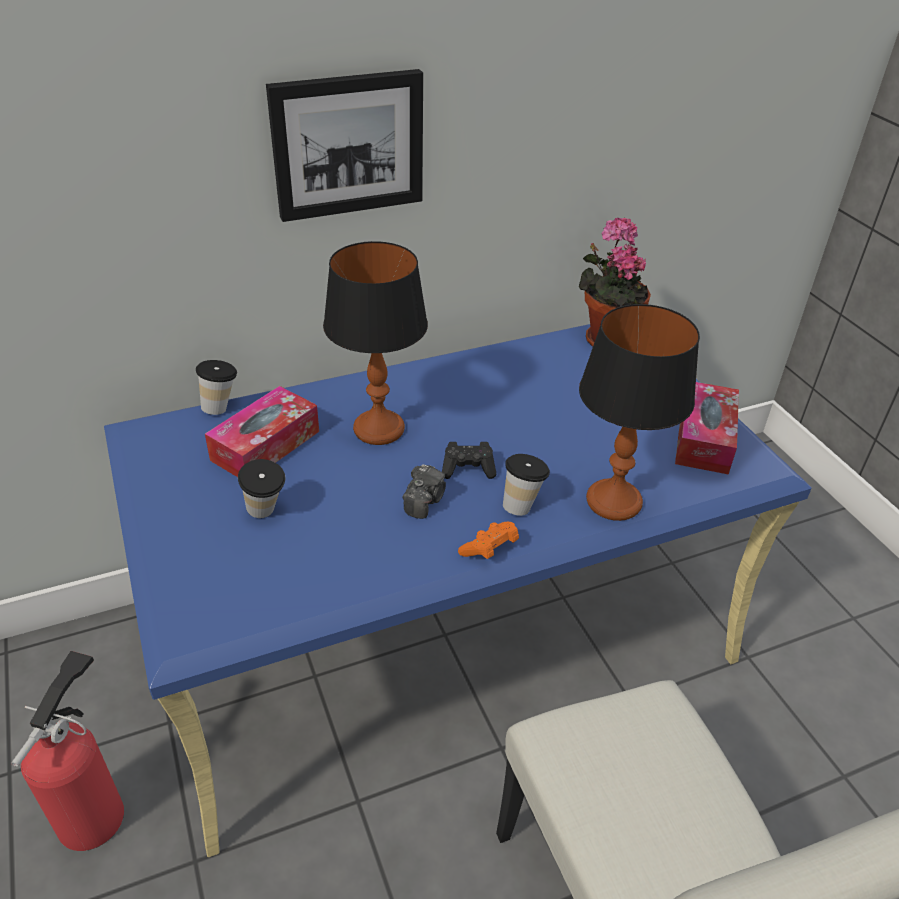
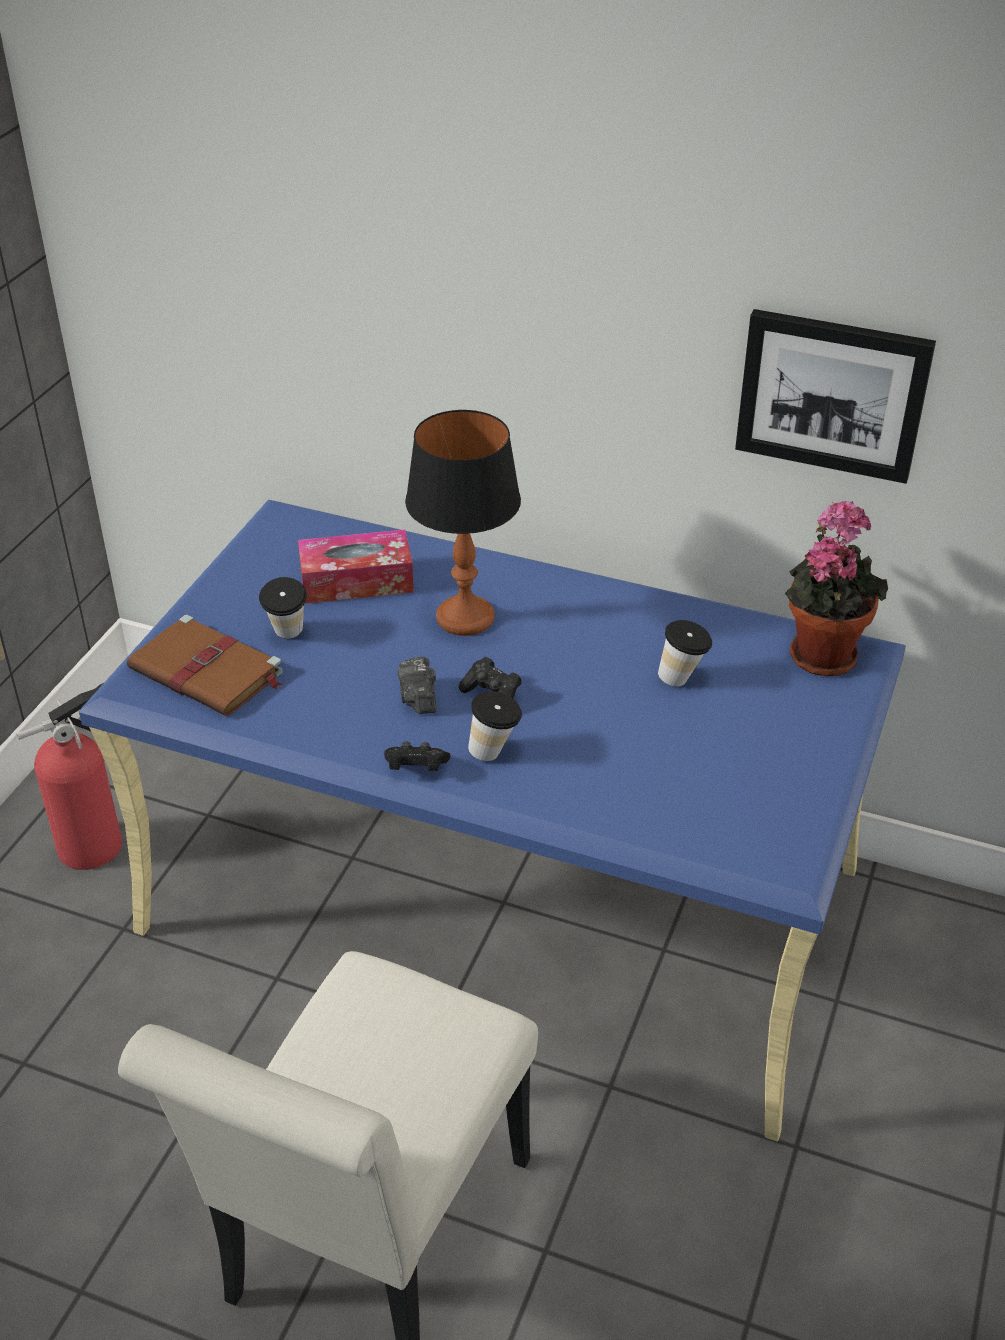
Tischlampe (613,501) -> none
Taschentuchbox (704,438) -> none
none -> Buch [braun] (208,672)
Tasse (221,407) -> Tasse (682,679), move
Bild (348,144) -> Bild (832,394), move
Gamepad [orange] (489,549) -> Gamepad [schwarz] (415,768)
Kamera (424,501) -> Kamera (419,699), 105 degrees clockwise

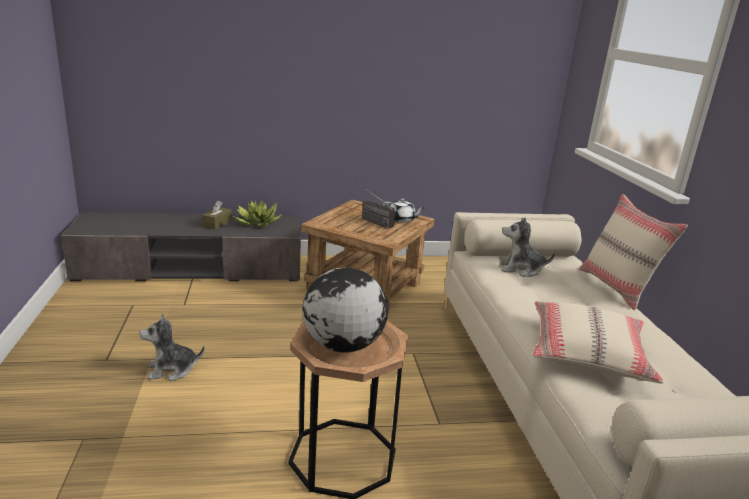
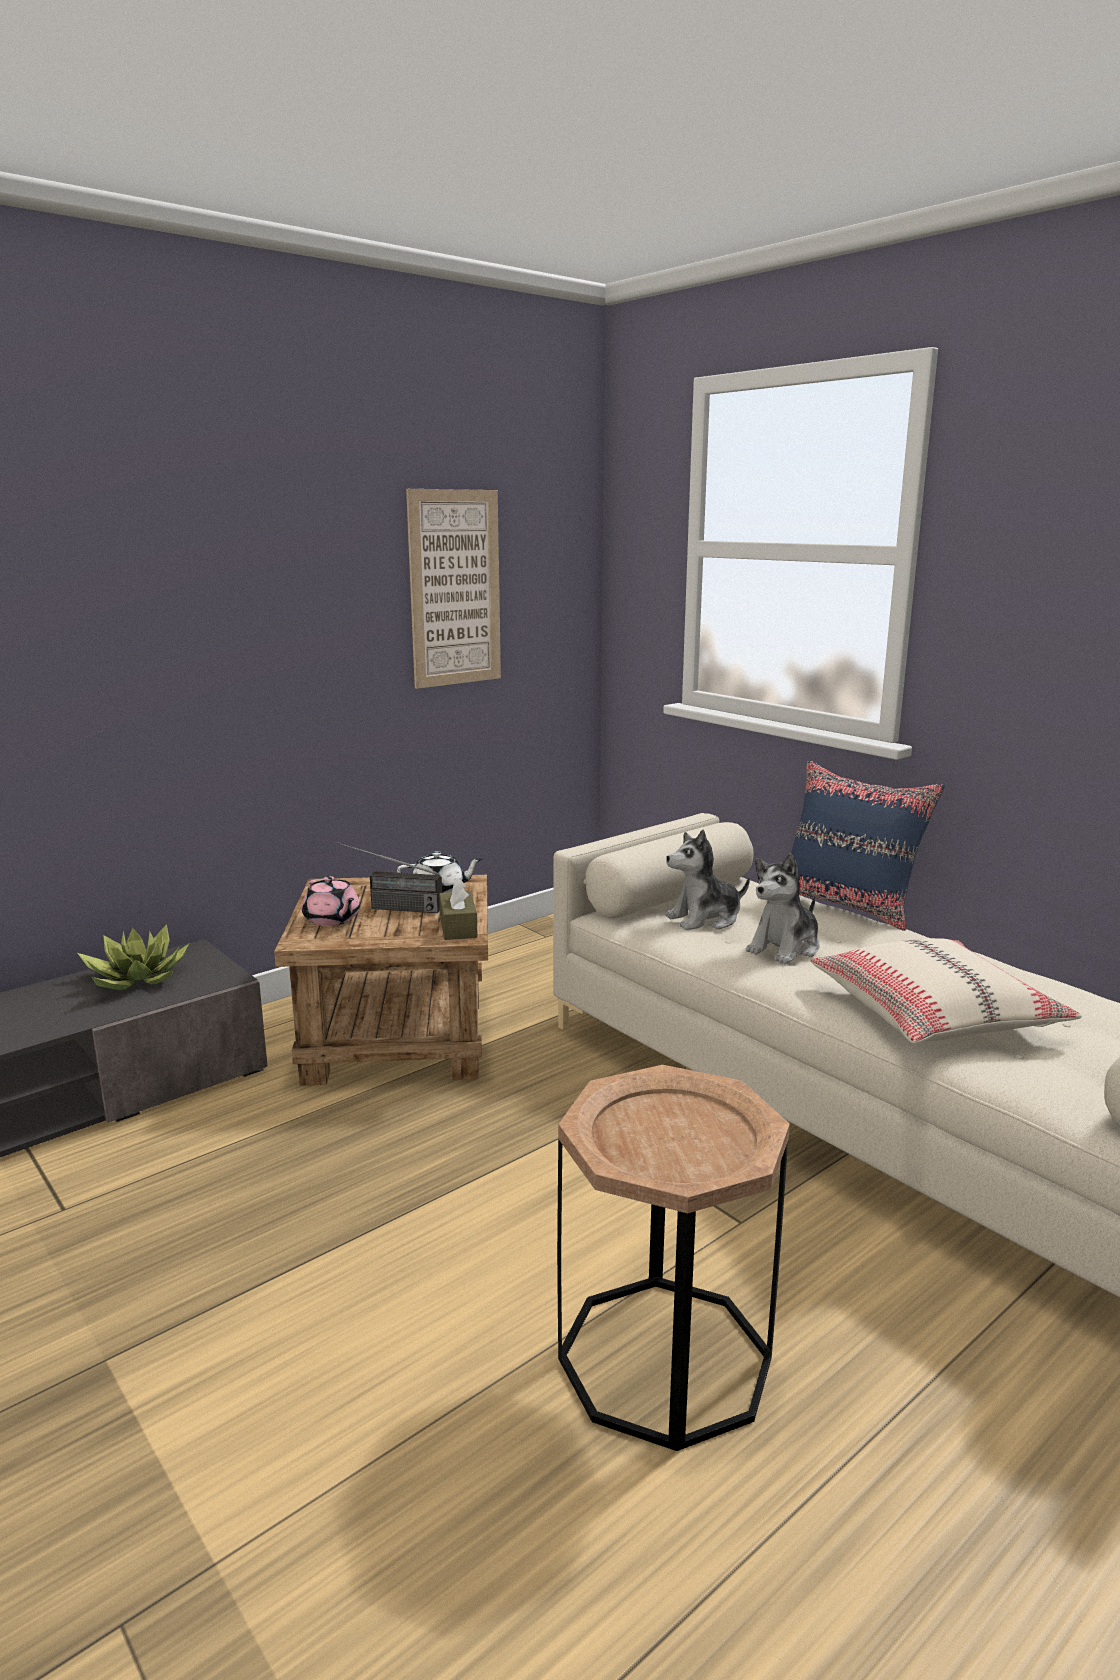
Globus (342,345) -> none
none -> Teekanne [rosa] (332,919)
none -> Bild (455,588)
Plüschtier (171,370) -> Plüschtier (785,948), move
Taschentuchbox [braun] (217,223) -> Taschentuchbox [braun] (458,927), move
Kissen [beige] (617,288) -> Kissen [blau] (848,905)

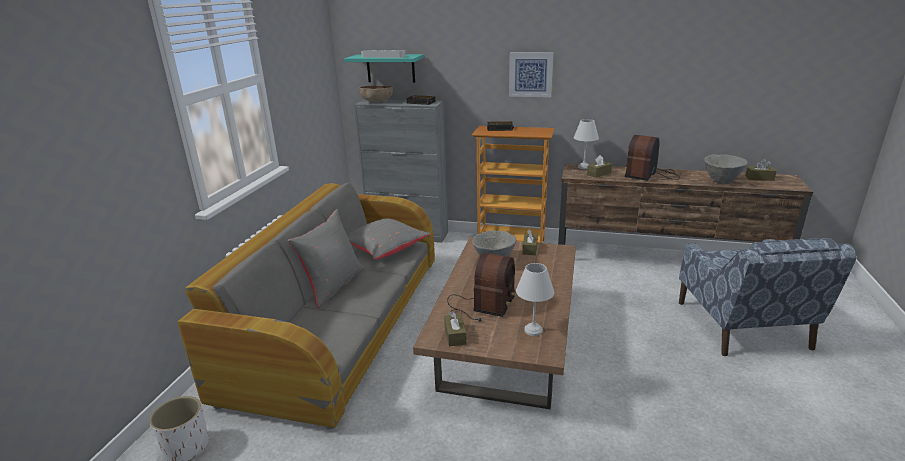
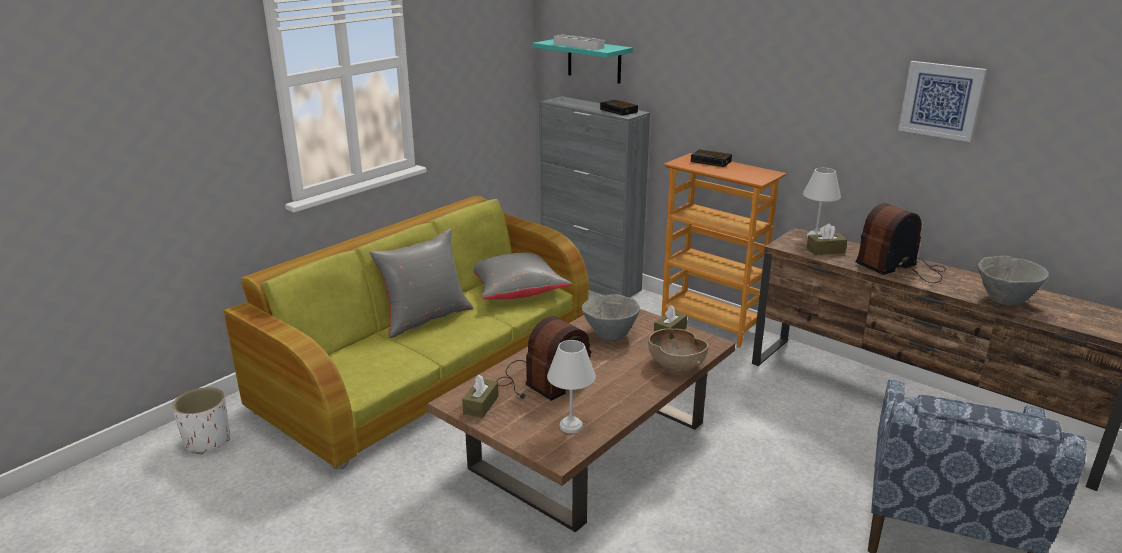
Taschentuchbox [braun] (759,178) -> none
Schüssel [braun] (376,102) -> Schüssel [braun] (675,365), move
Bild (530,74) -> Bild (941,100), move
Sofa [grau] (340,324) -> Sofa [grün] (430,366)

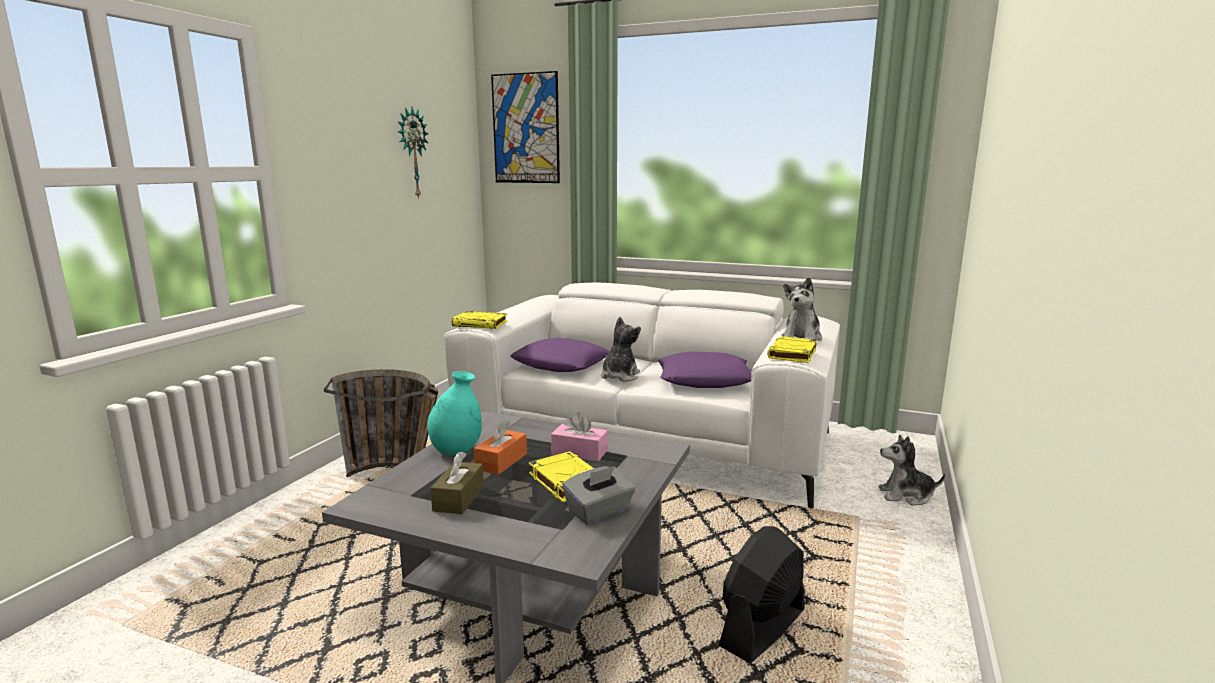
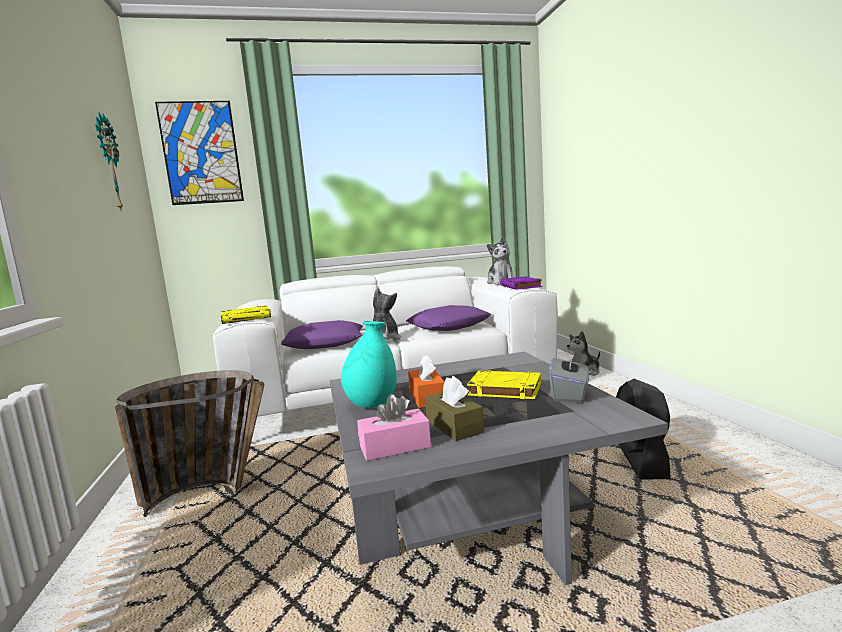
Taschentuchbox [rosa] (579,452) -> Taschentuchbox [rosa] (395,447), move
Buch [gelb] (792,354) -> Buch [lila] (521,286)

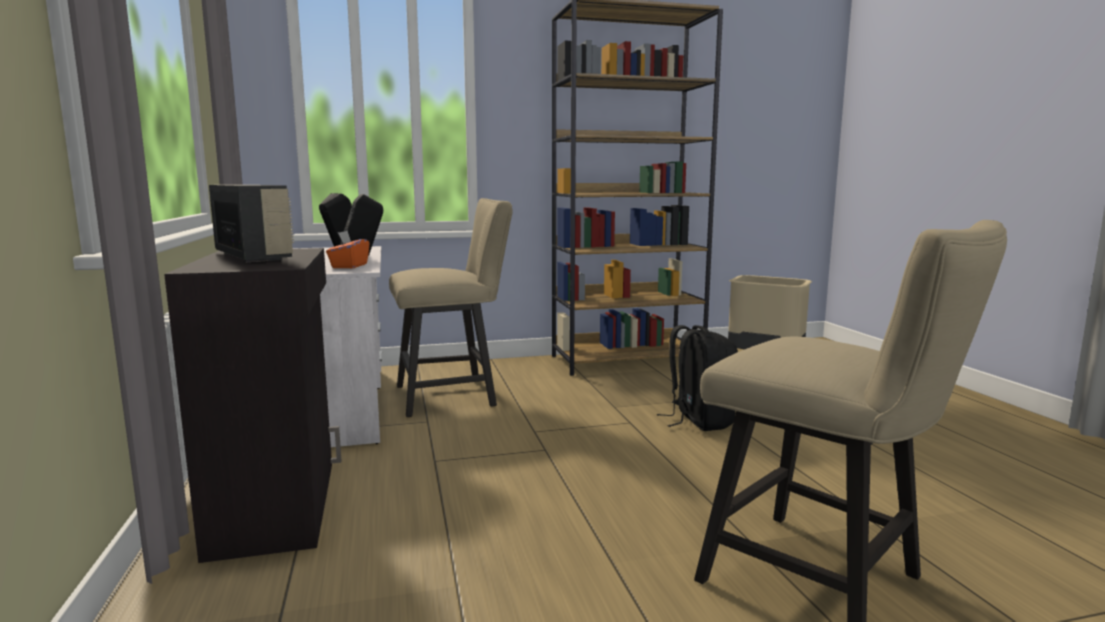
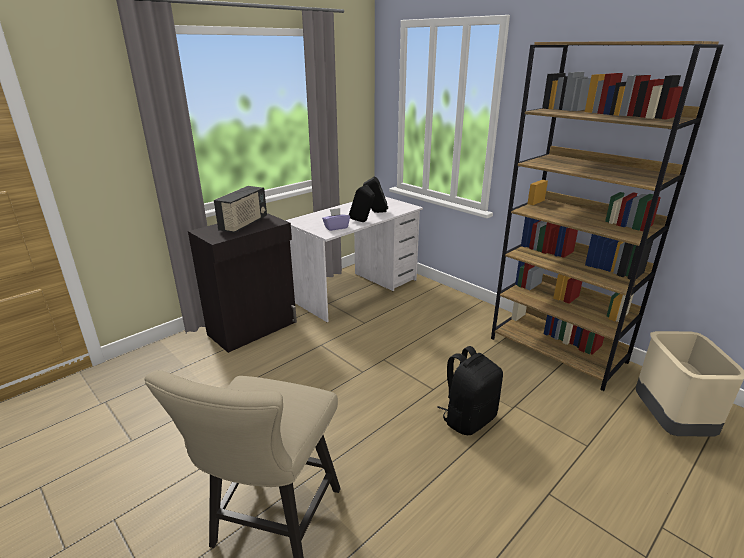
Stuhl [beige] (454,396) -> none
Taschentuchbox [orange] (349,266) -> Taschentuchbox [lila] (336,227)

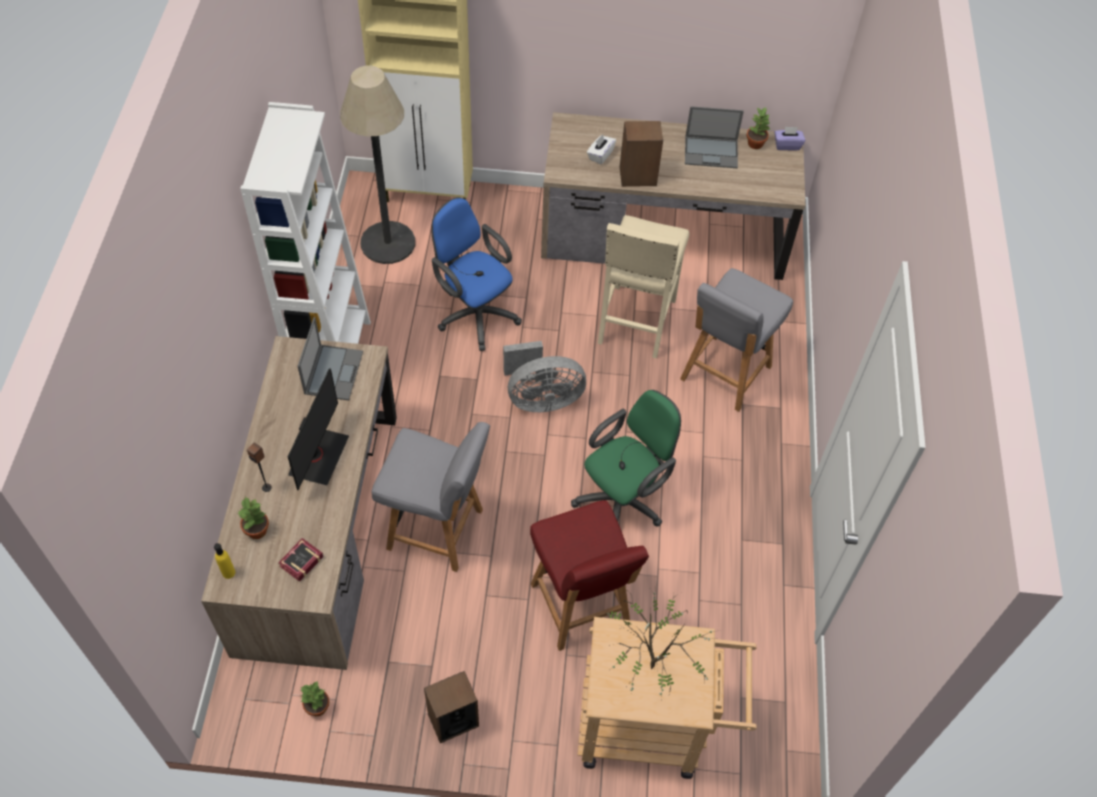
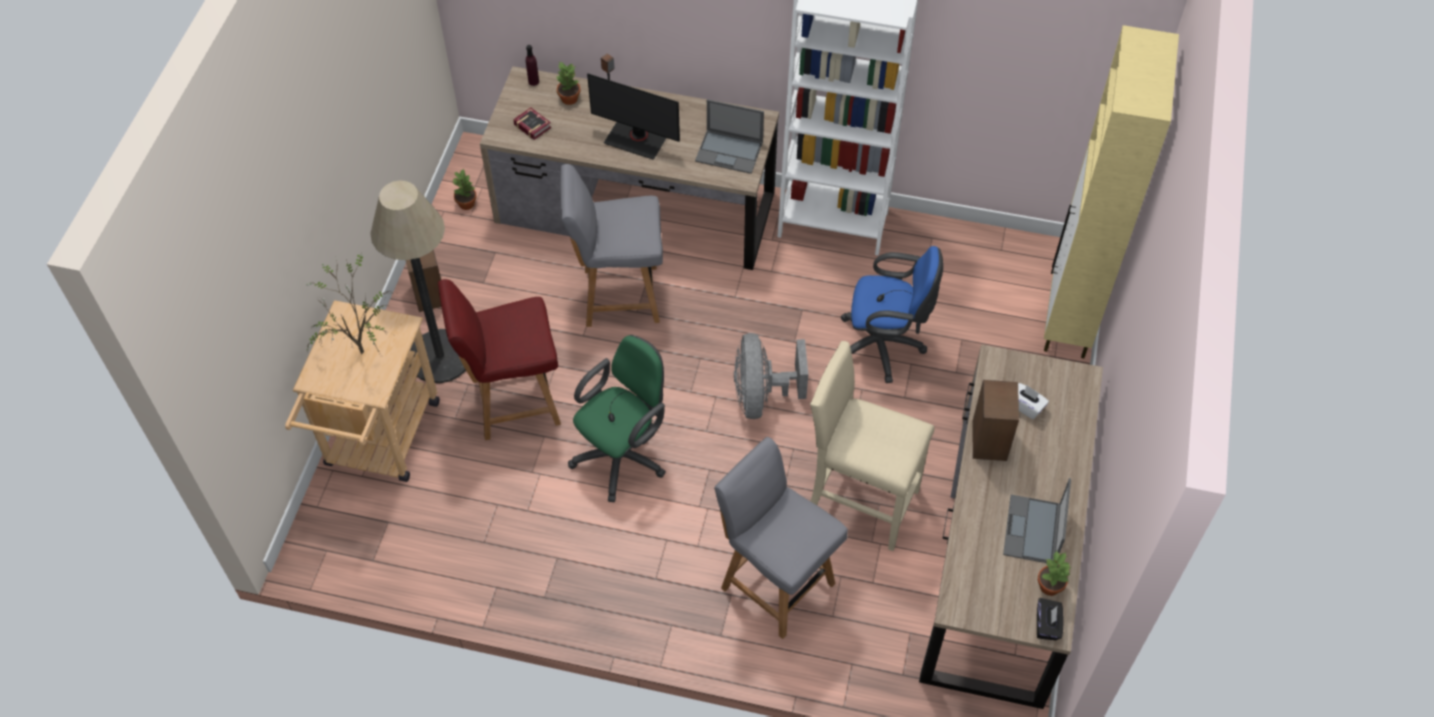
Stehlampe (387,243) -> Stehlampe (440,356), move
Flasche [gelb] (228,572) -> Flasche [lila] (533,81)
Taschentuchbox [lila] (787,145) -> Taschentuchbox [schwarz] (1047,625)
Stuhl [grau] (437,530) -> Stuhl [grau] (619,295), 60 degrees clockwise
Bürostuhl [blau] (474,314) -> Bürostuhl [blau] (883,346), 45 degrees clockwise
Bürostuhl [grün] (623,500) -> Bürostuhl [grün] (624,455), 105 degrees counterclockwise

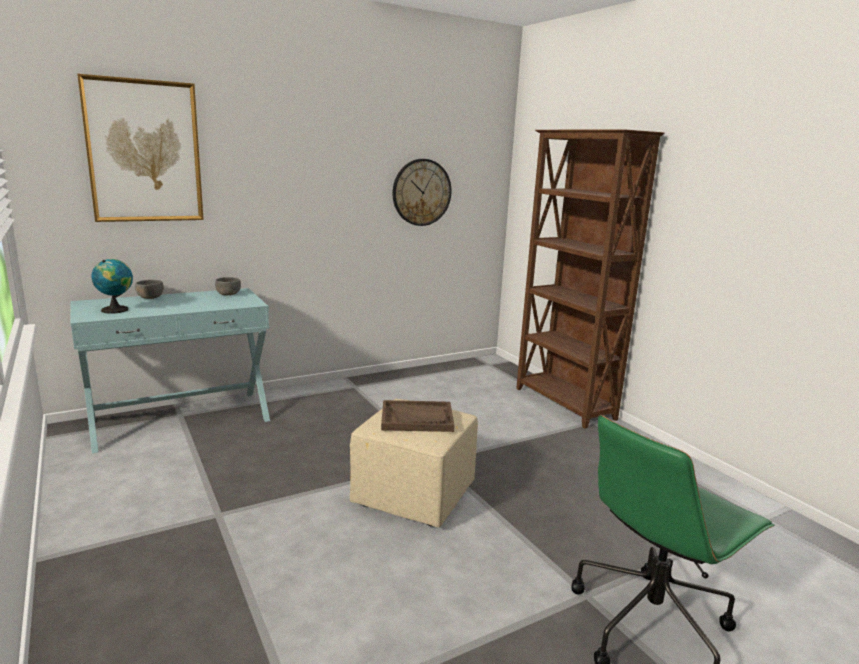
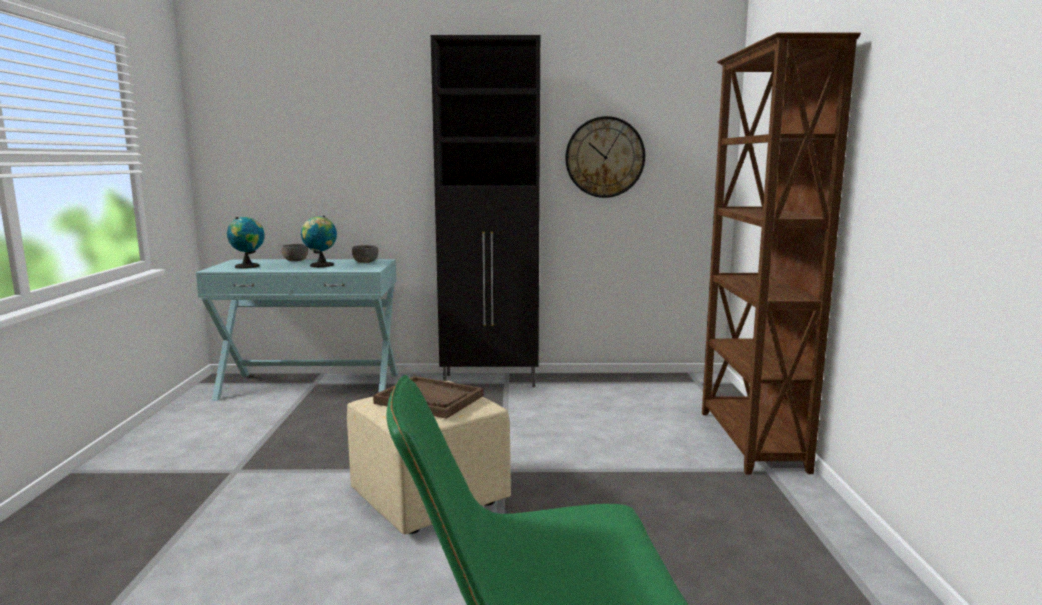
Bild (144,152) -> none
none -> Globus (320,265)
none -> Schrank [schwarz] (491,381)

